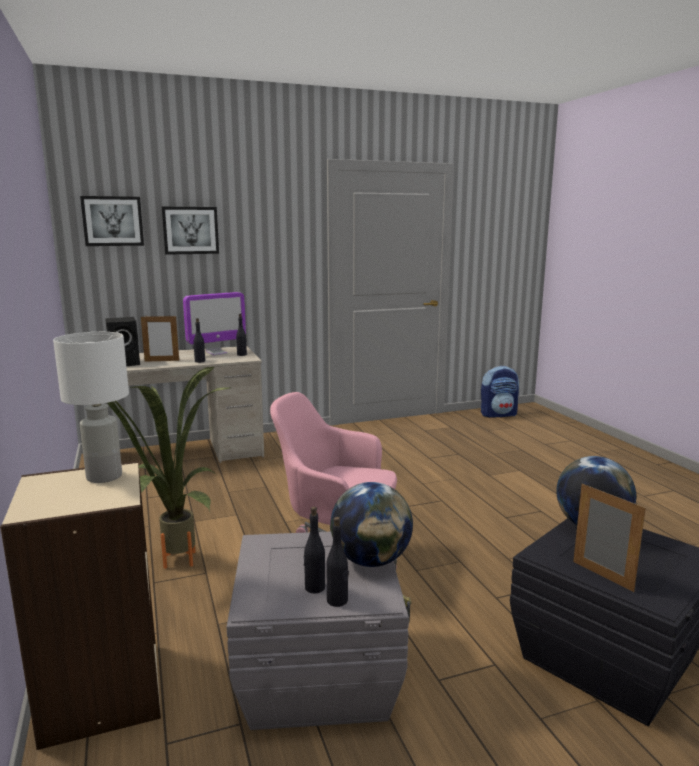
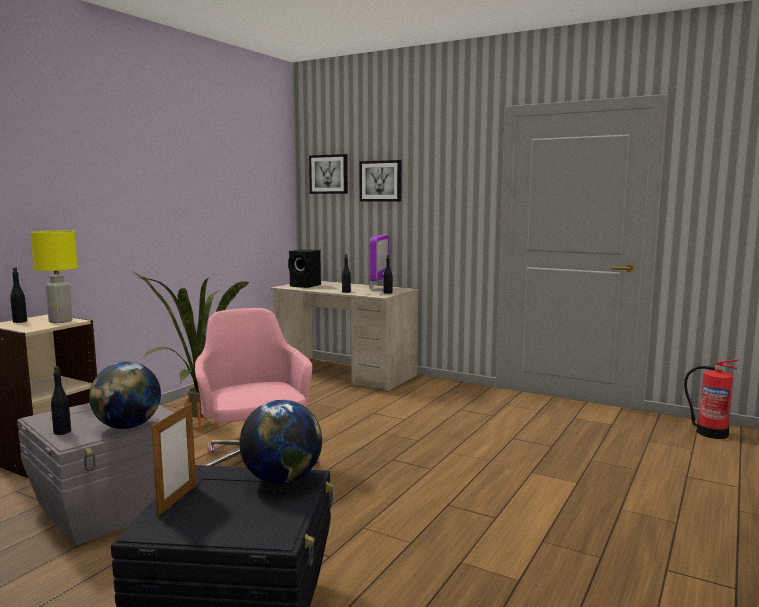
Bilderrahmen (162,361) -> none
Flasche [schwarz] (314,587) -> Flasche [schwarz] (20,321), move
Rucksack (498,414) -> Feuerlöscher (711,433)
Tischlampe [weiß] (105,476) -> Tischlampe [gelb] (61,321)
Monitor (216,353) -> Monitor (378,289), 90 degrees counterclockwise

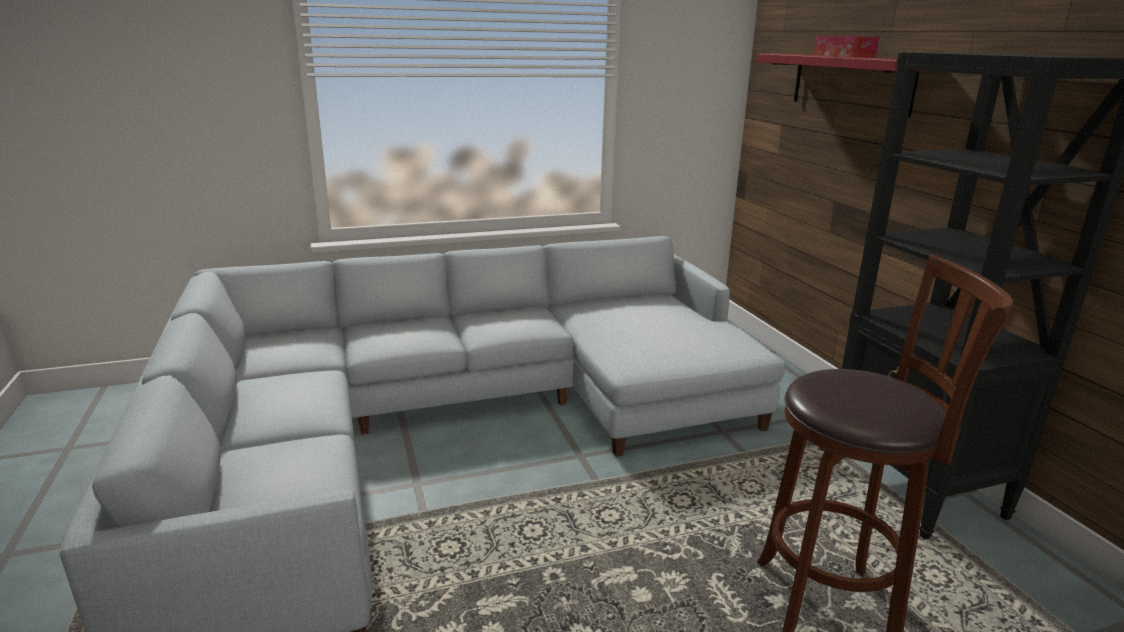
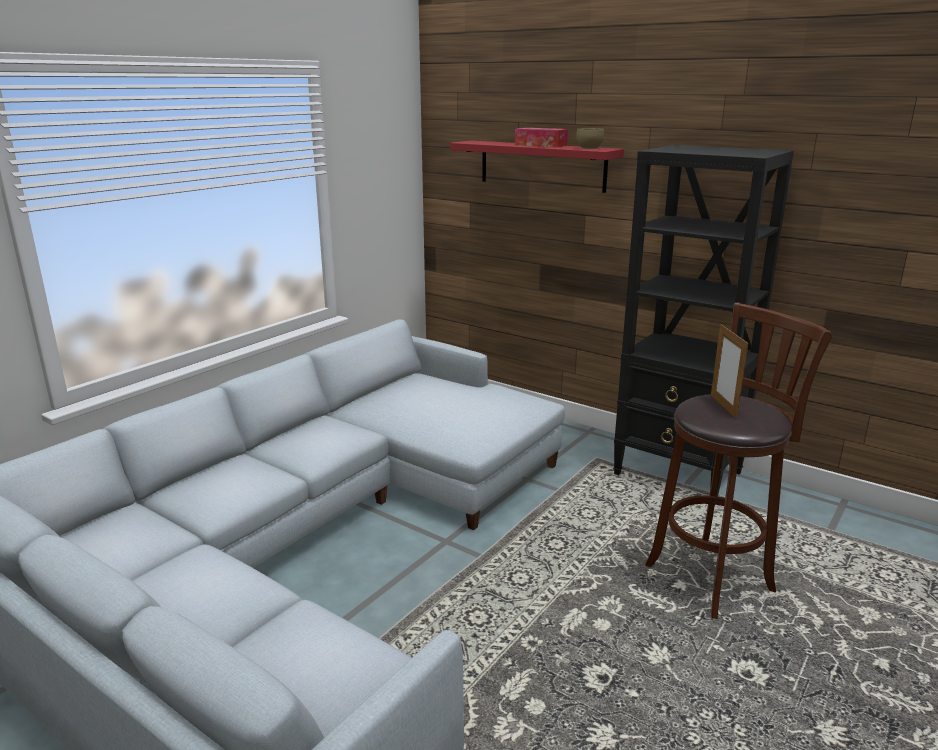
none -> Schüssel [braun] (590,148)
none -> Bilderrahmen (723,406)

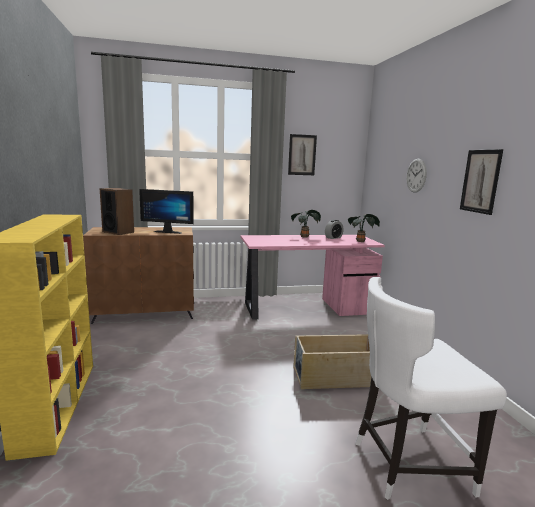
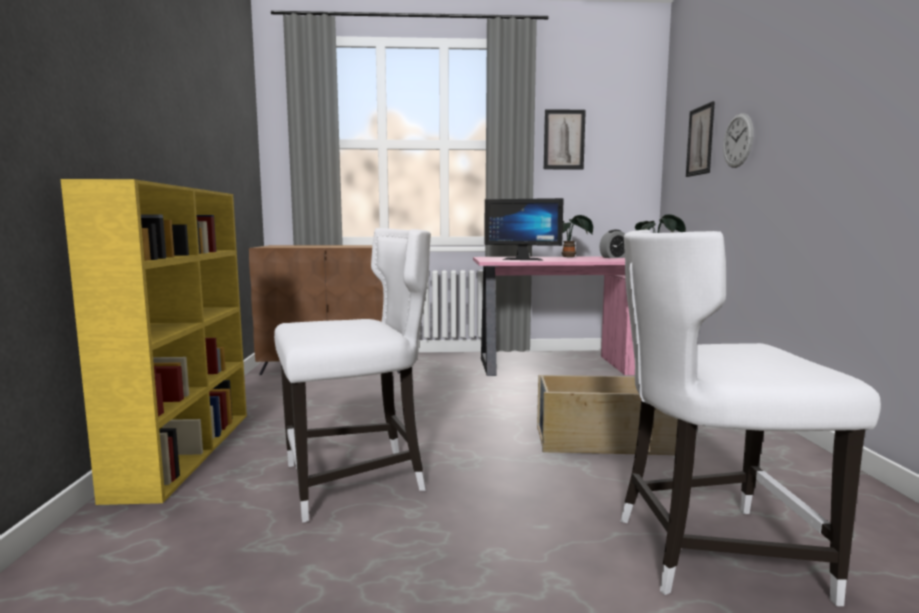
Lautsprecher (118,232) -> none
none -> Stuhl [weiß] (357,480)
Monitor (169,231) -> Monitor (523,259), move
Bild (480,181) -> Bild (700,141), move

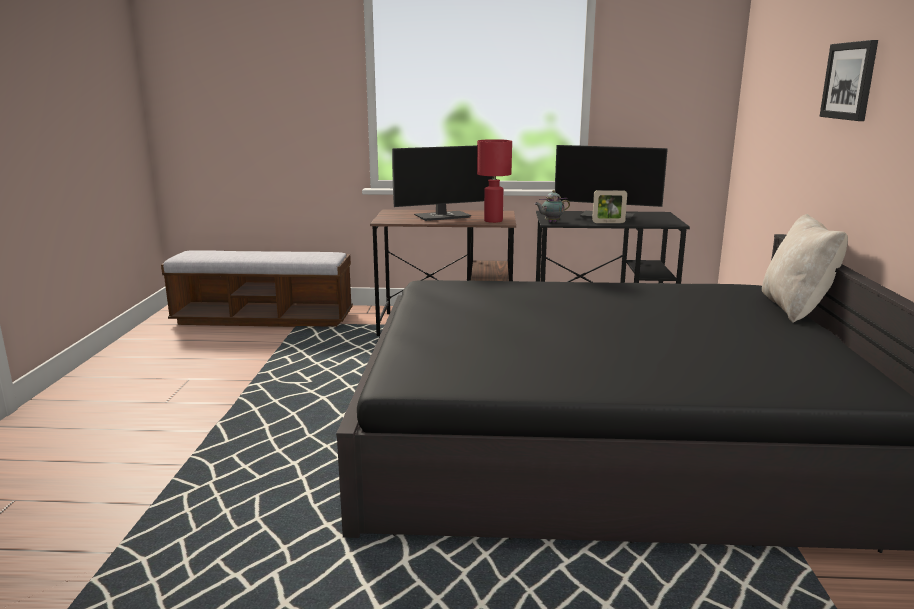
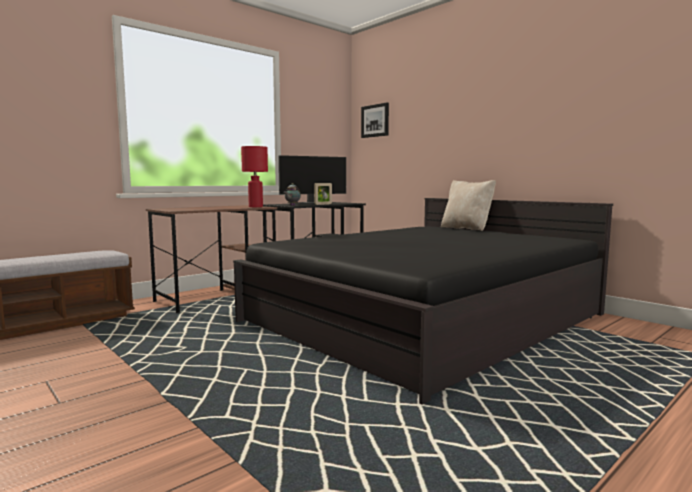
Monitor (443,216) -> none
Bild (849,81) -> Bild (375,120), move

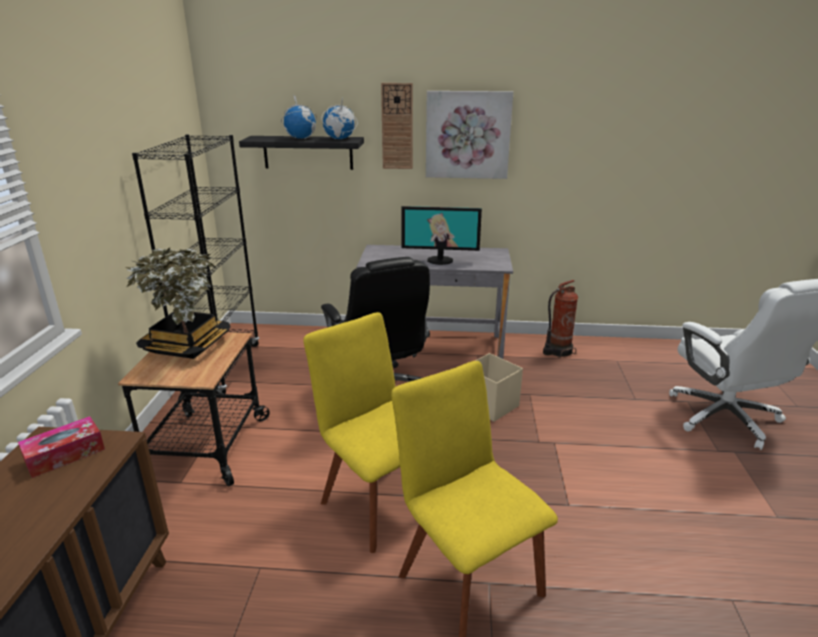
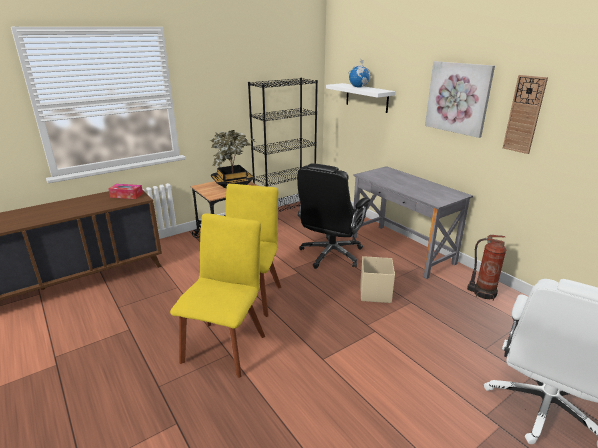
Globus (339,139) -> none
Monitor (440,260) -> none
Wanduhr (397,126) -> Wanduhr (524,114), move
Wandregal [schwarz] (308,152) -> Wandregal [weiß] (366,97)

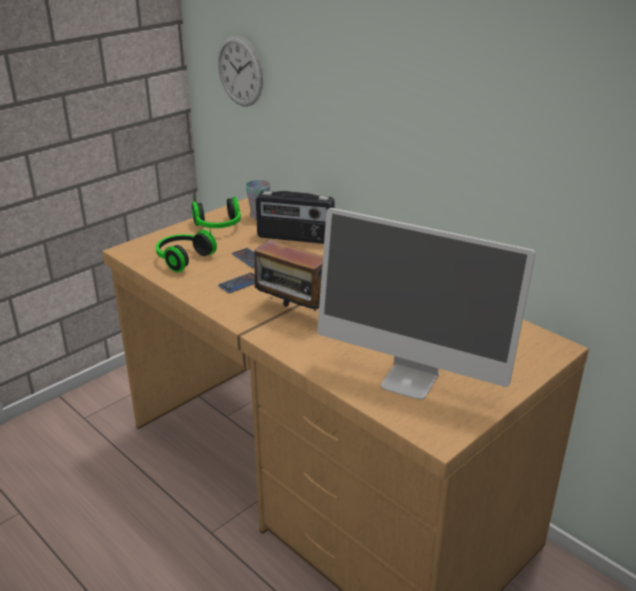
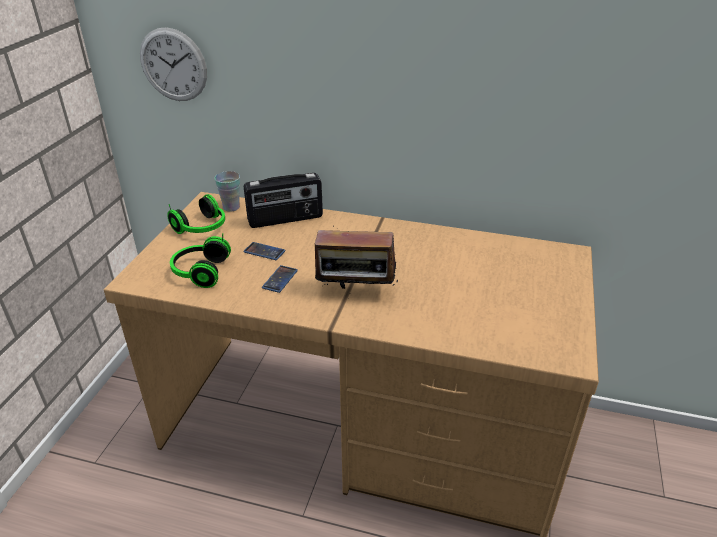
Monitor (410,380) -> none

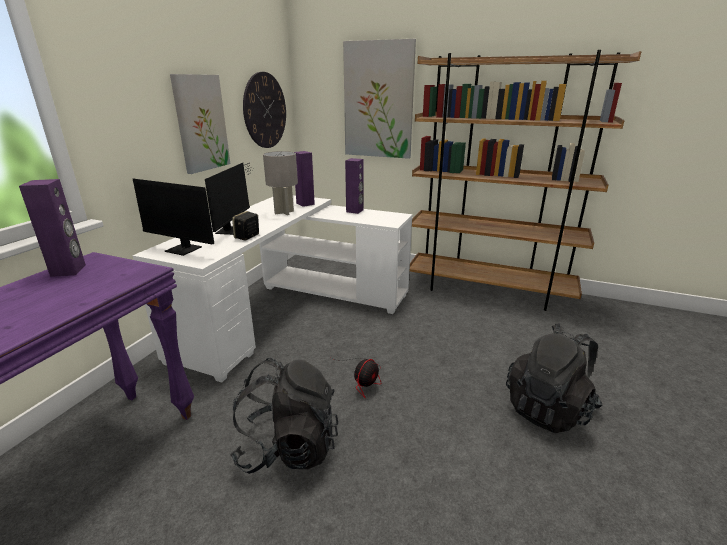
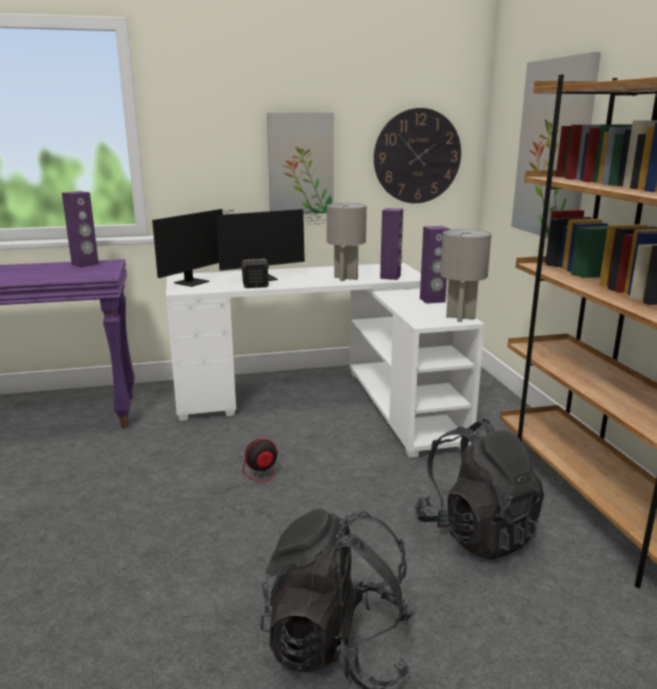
none -> Tischlampe [grau] (461,317)
Rucksack [schwarz] (288,448) -> Rucksack [schwarz] (476,532), move
Monitor (186,250) -> Monitor (196,281), 135 degrees counterclockwise
Ventilator (364,379) -> Ventilator (255,485), 150 degrees clockwise

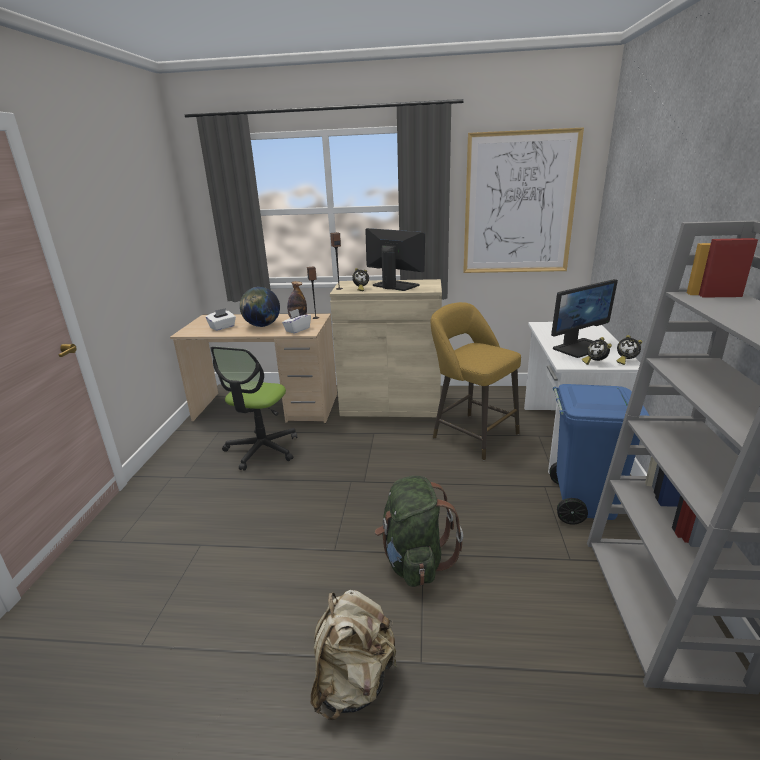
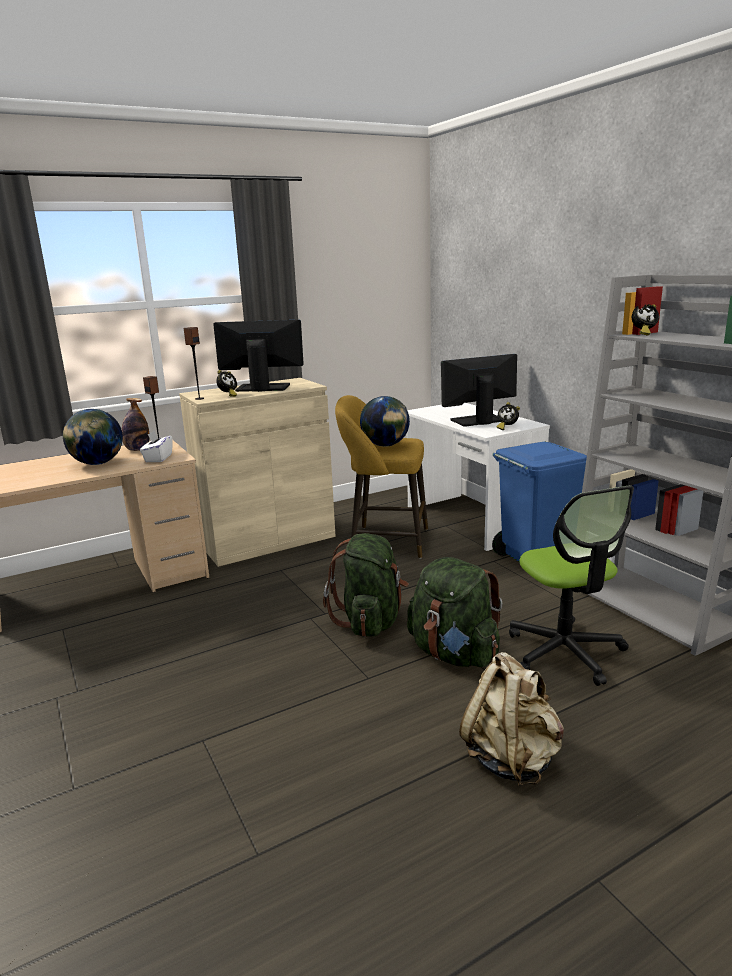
Taschentuchbox [weiß] (222,327) -> none
Bild (519,204) -> none
none -> Rucksack [grün] (370,621)
none -> Globus (385,445)
Bürostuhl (262,449) -> Bürostuhl (565,652), move
Wecker (625,361) -> Wecker (642,334), move
Monitor (579,347) -> Monitor (478,420), 135 degrees counterclockwise

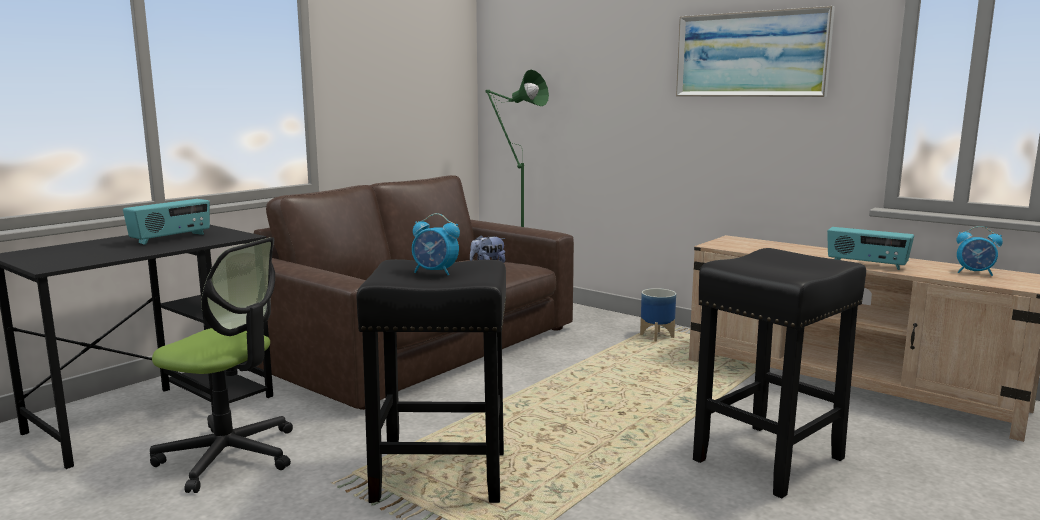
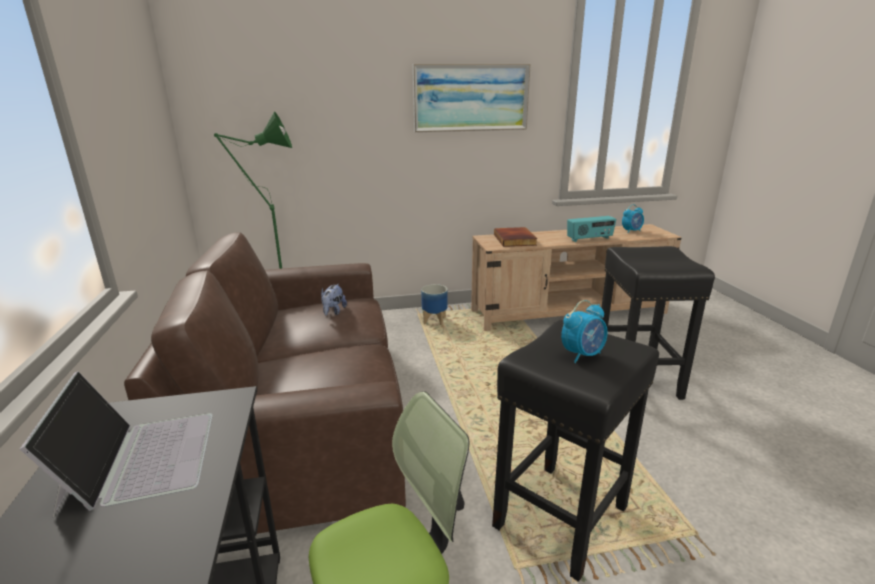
none -> Buch (515,240)
Radio (171,238) -> Laptop (140,458)

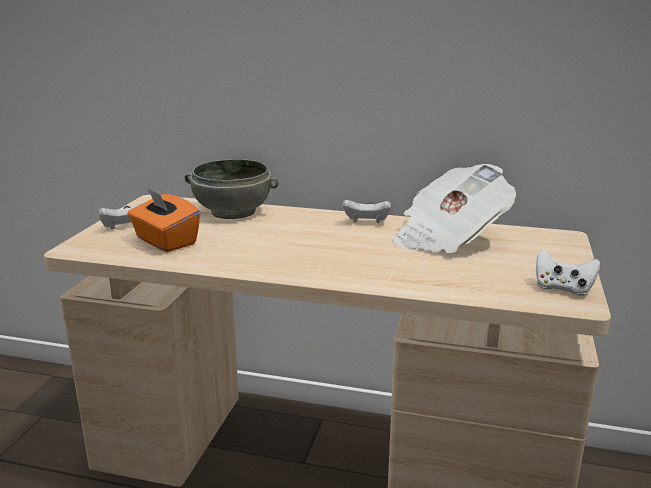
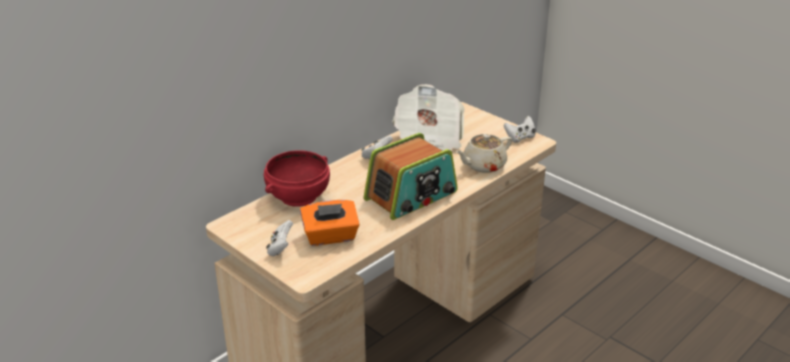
none -> Radio (411,196)
none -> Teekanne [beige] (483,165)
Schüssel [grau] (233,211) -> Schüssel [rot] (298,196)

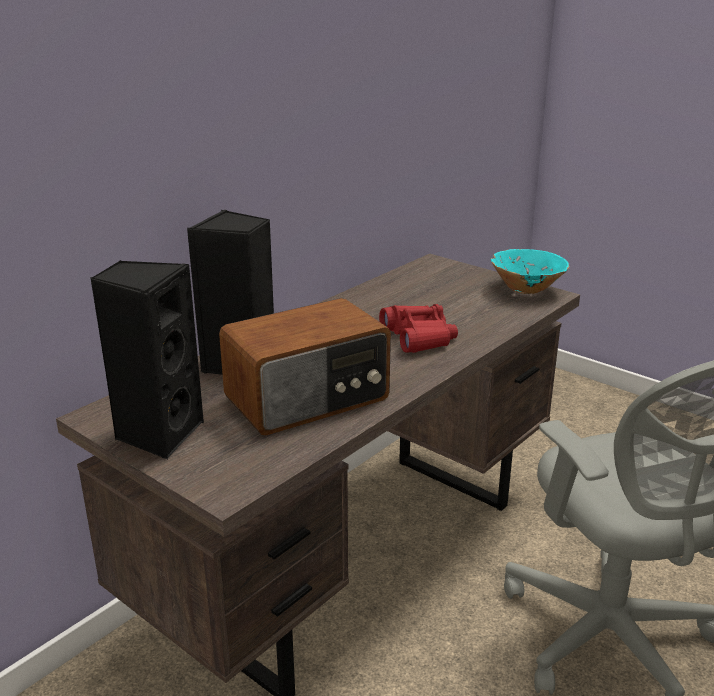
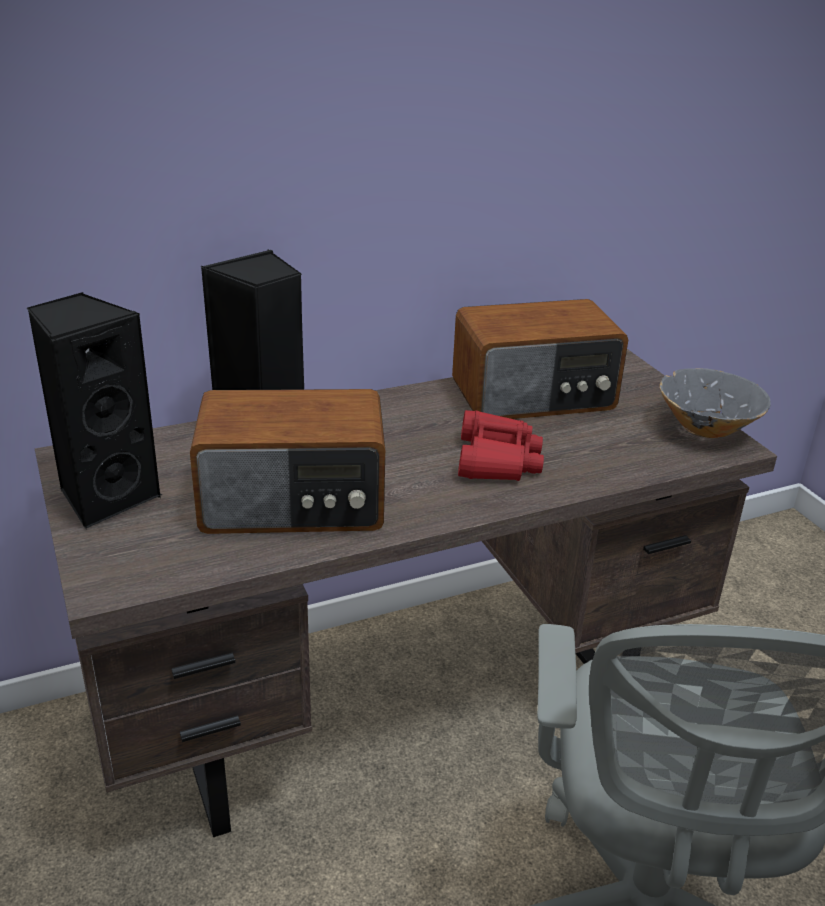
none -> Radio (534,396)
Schüssel [türkis] (526,289) -> Schüssel [grau] (706,428)

